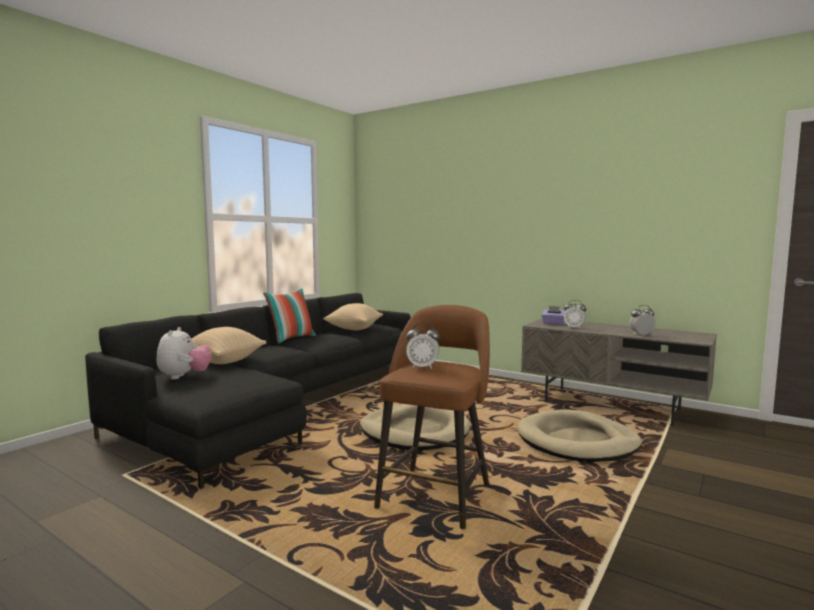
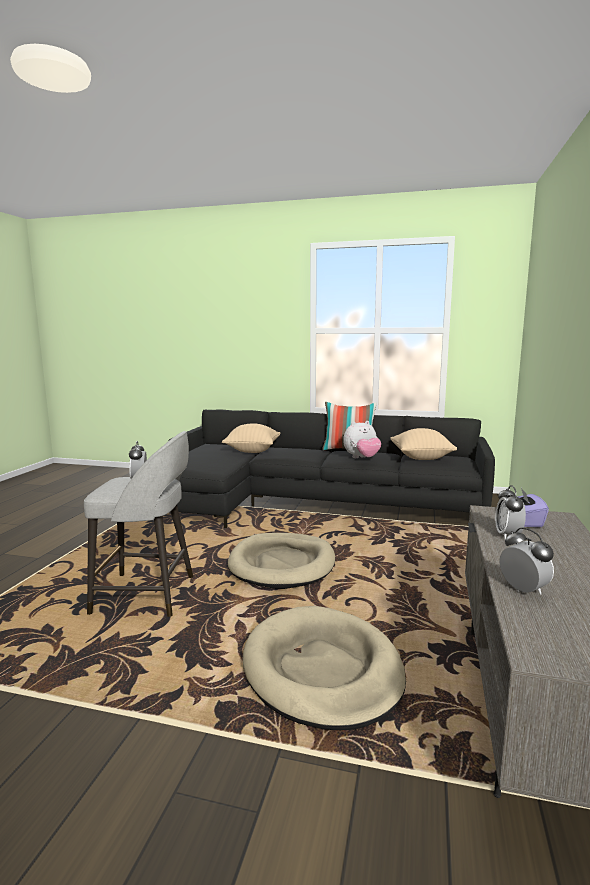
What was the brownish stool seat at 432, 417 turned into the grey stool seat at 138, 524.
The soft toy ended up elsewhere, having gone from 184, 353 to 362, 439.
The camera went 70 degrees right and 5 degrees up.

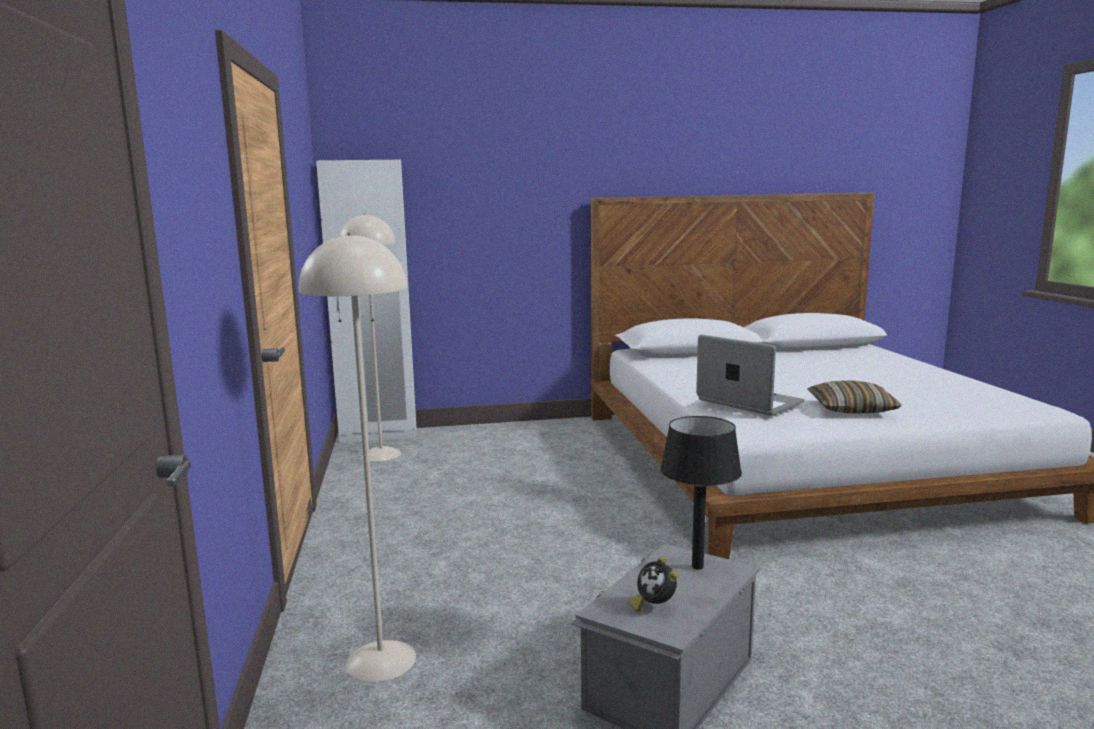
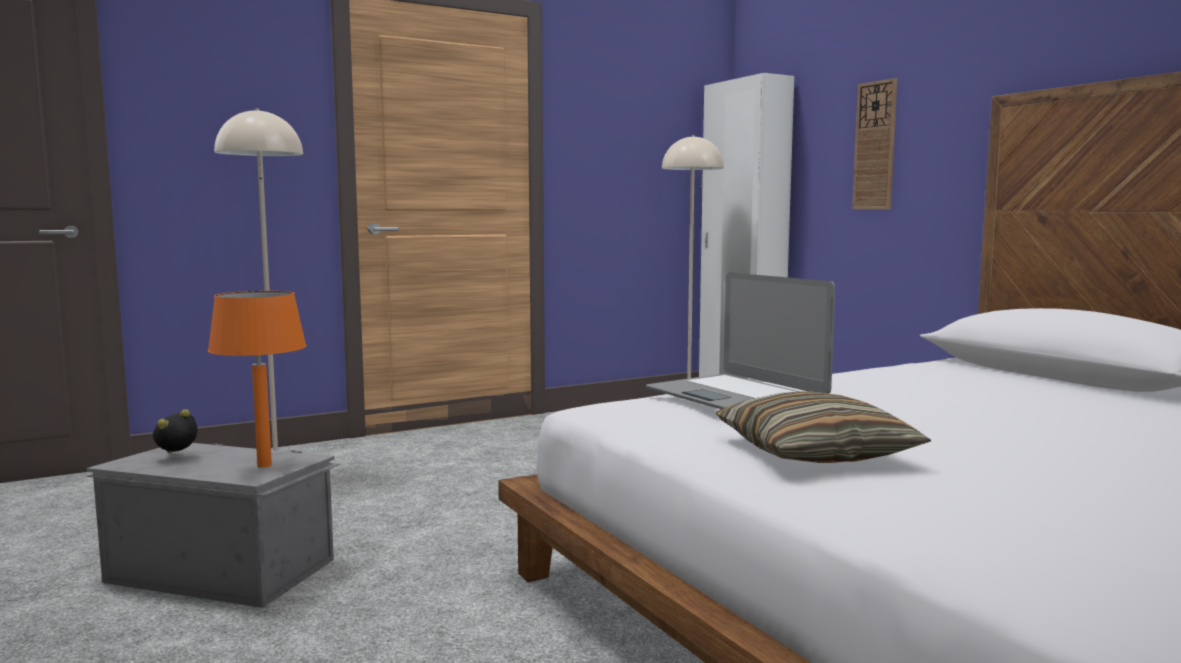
What was the black-coloured table lamp at 701, 492 turned into the orangey table lamp at 257, 379.
The laptop at 750, 375 ended up facing another way, 120 degrees clockwise from before.
The second view gained the wall clock at 874, 143.
The camera went 70 degrees right and 5 degrees down.

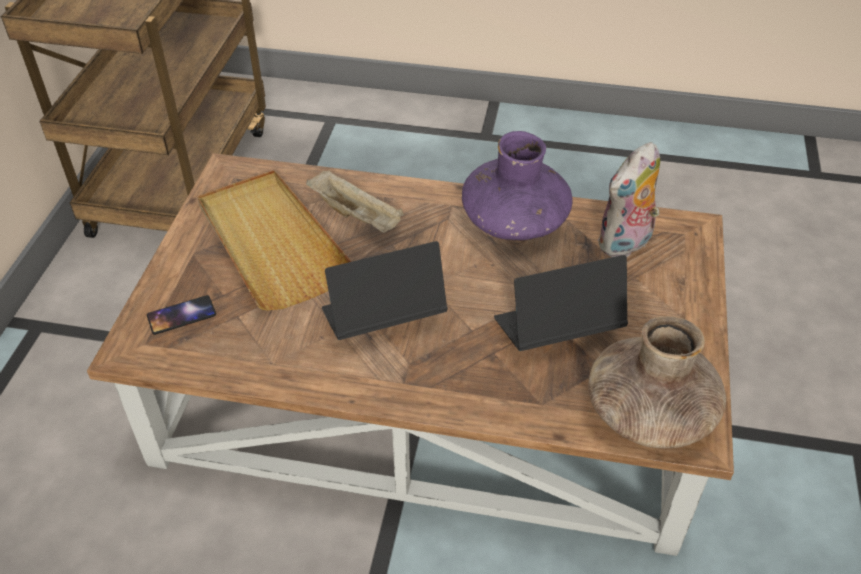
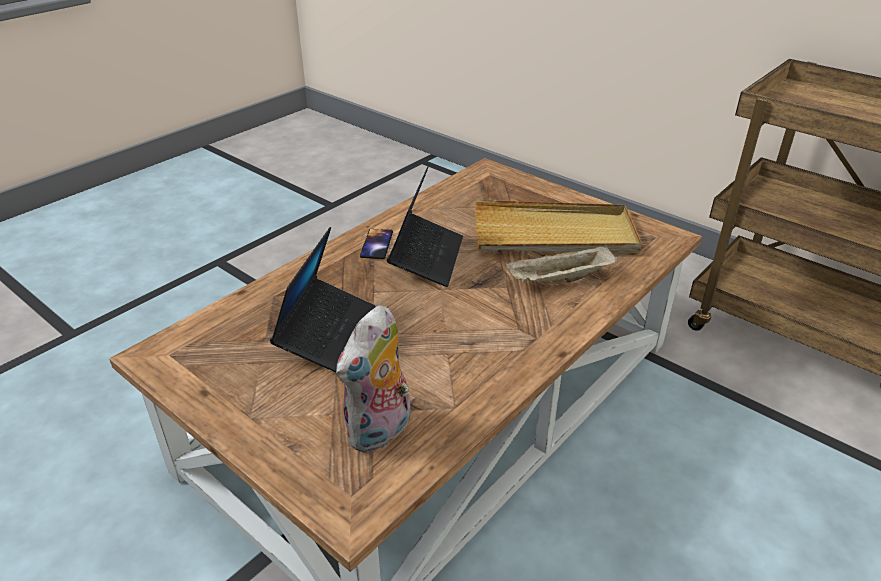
The soft toy at 628, 199 ended up facing another way, 135 degrees counterclockwise from before.
The telephone ended up elsewhere, having gone from 181, 315 to 376, 244.
The second view lost the purplish flower vase at 517, 185.
The second view lost the brownish flower vase at 657, 382.
The camera went 120 degrees right and 10 degrees down.

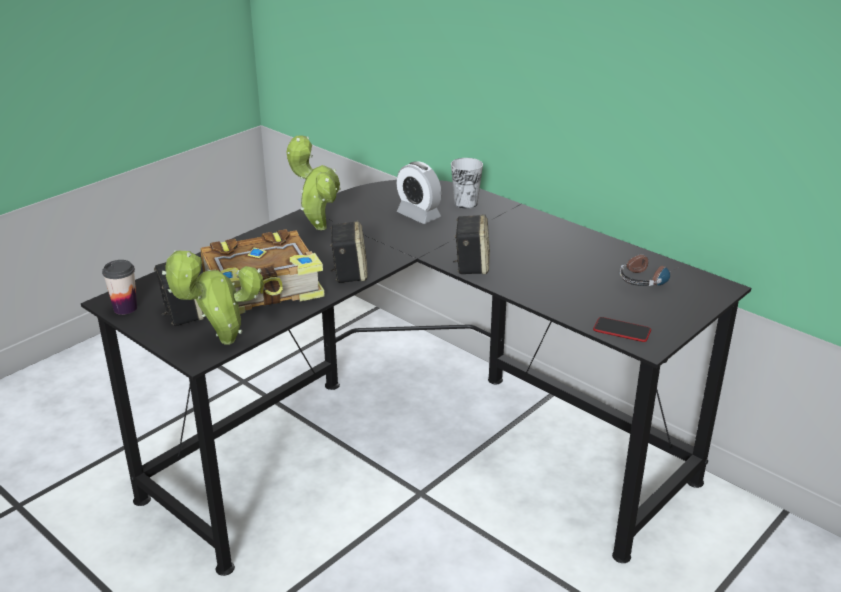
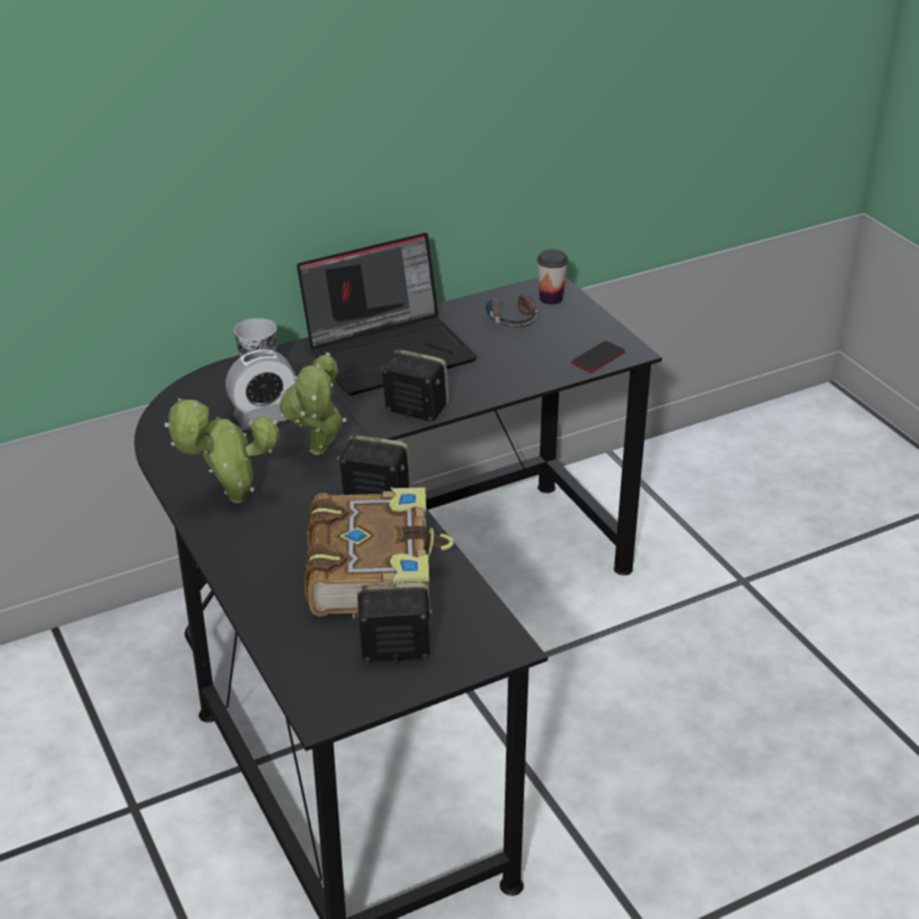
The plant in a pot ended up elsewhere, having gone from 212, 298 to 313, 403.
The second view gained the laptop at 387, 314.
The drinking cup ended up elsewhere, having gone from 119, 287 to 552, 277.
The camera went 70 degrees left and 5 degrees up.

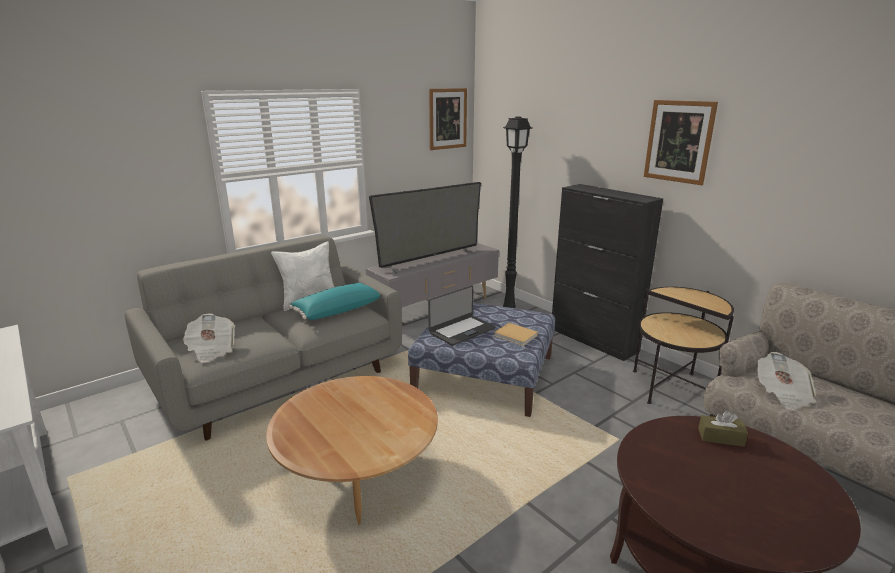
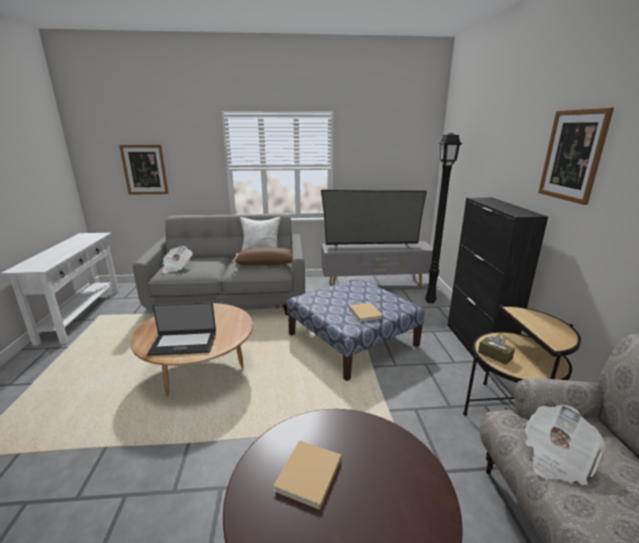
The wall art ended up elsewhere, having gone from 448, 119 to 144, 170.
The laptop ended up elsewhere, having gone from 462, 315 to 181, 329.
What was the blue-green pillow at 334, 301 turned into the brownish pillow at 262, 256.
The second view gained the beige volume at 307, 475.
The brownish box of tissues ended up elsewhere, having gone from 723, 429 to 496, 350.
The camera went 35 degrees right and 0 degrees up.

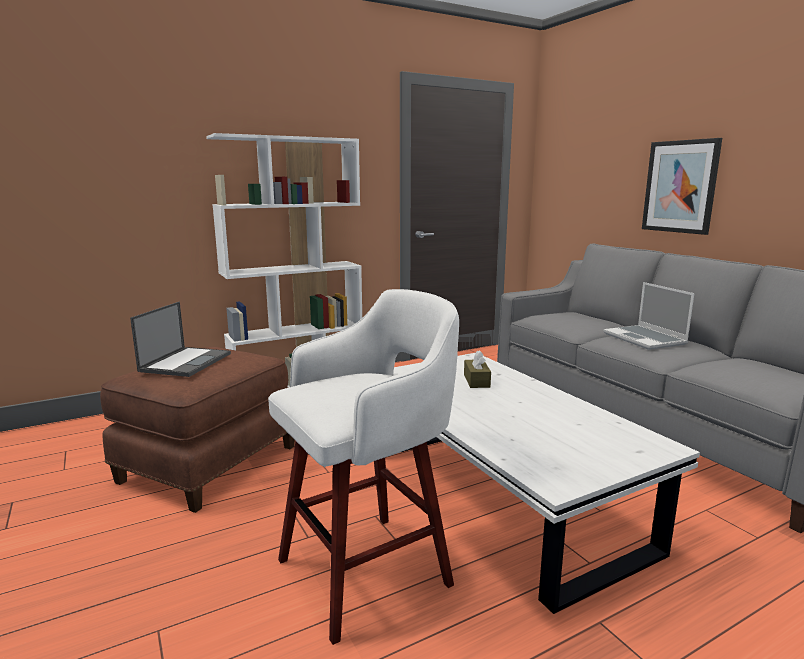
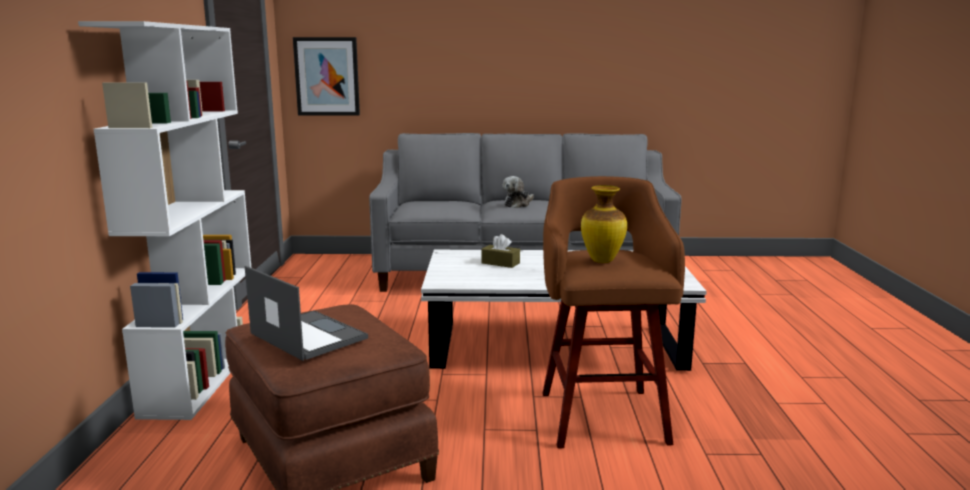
The wall art ended up elsewhere, having gone from 682, 186 to 326, 76.
Where the laptop stood at 649, 316, the soft toy came to stand at 518, 192.
What was the whitish stool seat at 363, 467 turned into the brownish stool seat at 613, 312.
The second view gained the flower vase at 604, 224.
The camera went 60 degrees left and 0 degrees up.

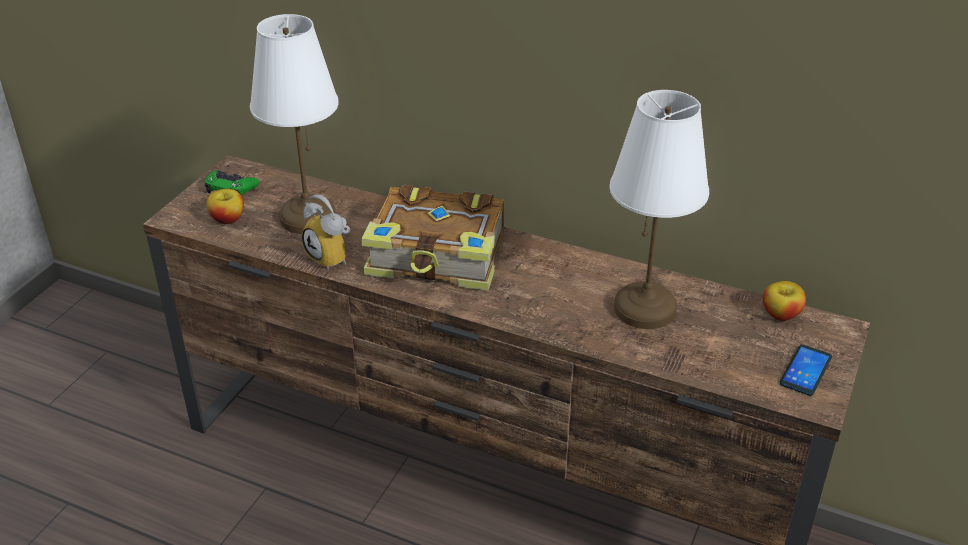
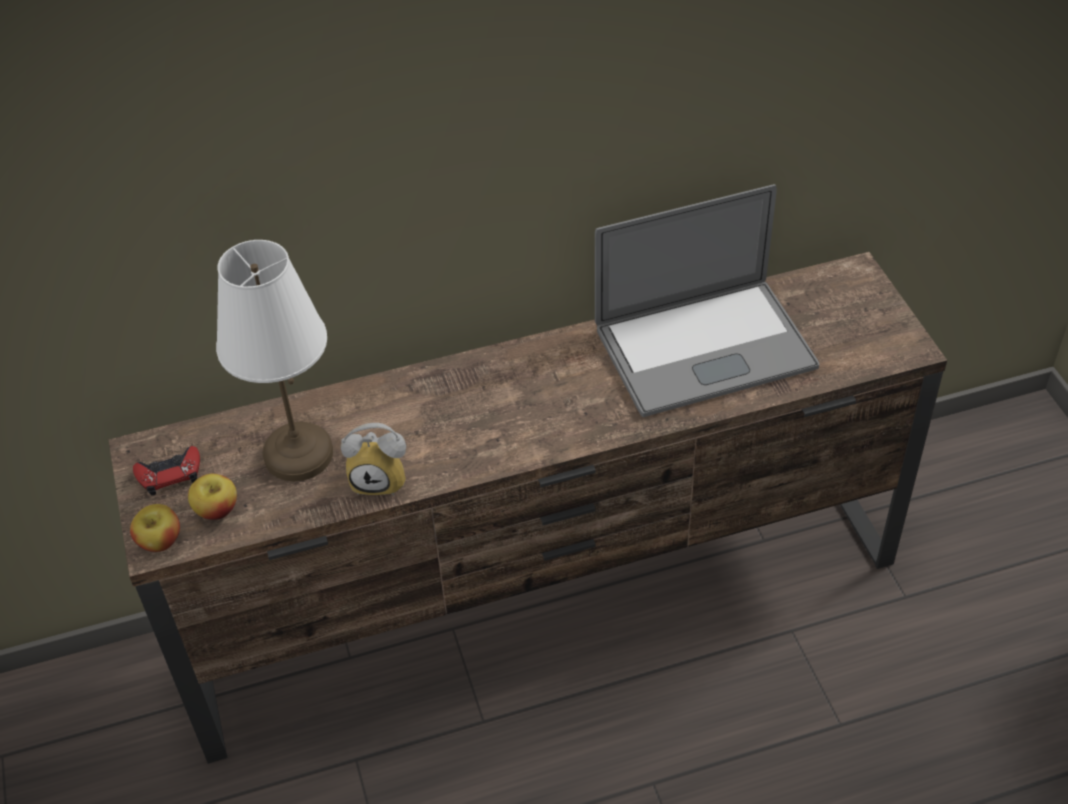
The apple fruit ended up elsewhere, having gone from 784, 301 to 155, 528.
What was the greenish joypad at 232, 183 turned into the red-coloured joypad at 166, 471.
Where the whitish table lamp stood at 659, 209, the laptop came to stand at 707, 300.
The second view lost the volume at 433, 237.
The second view lost the telephone at 806, 370.
The camera went 40 degrees left and 10 degrees up.

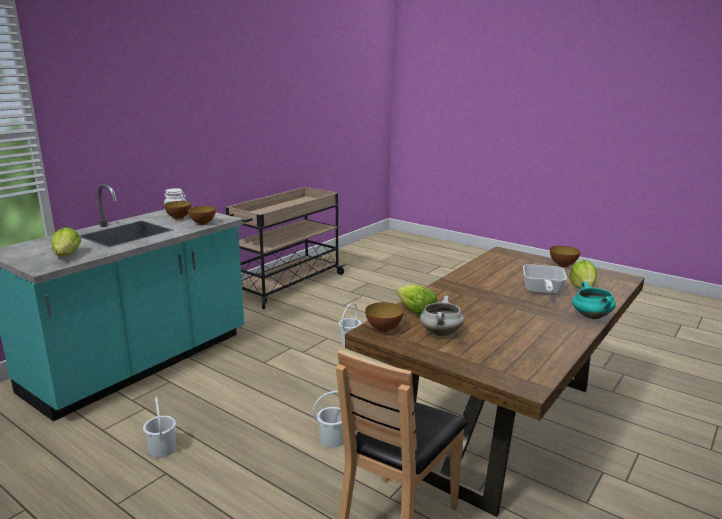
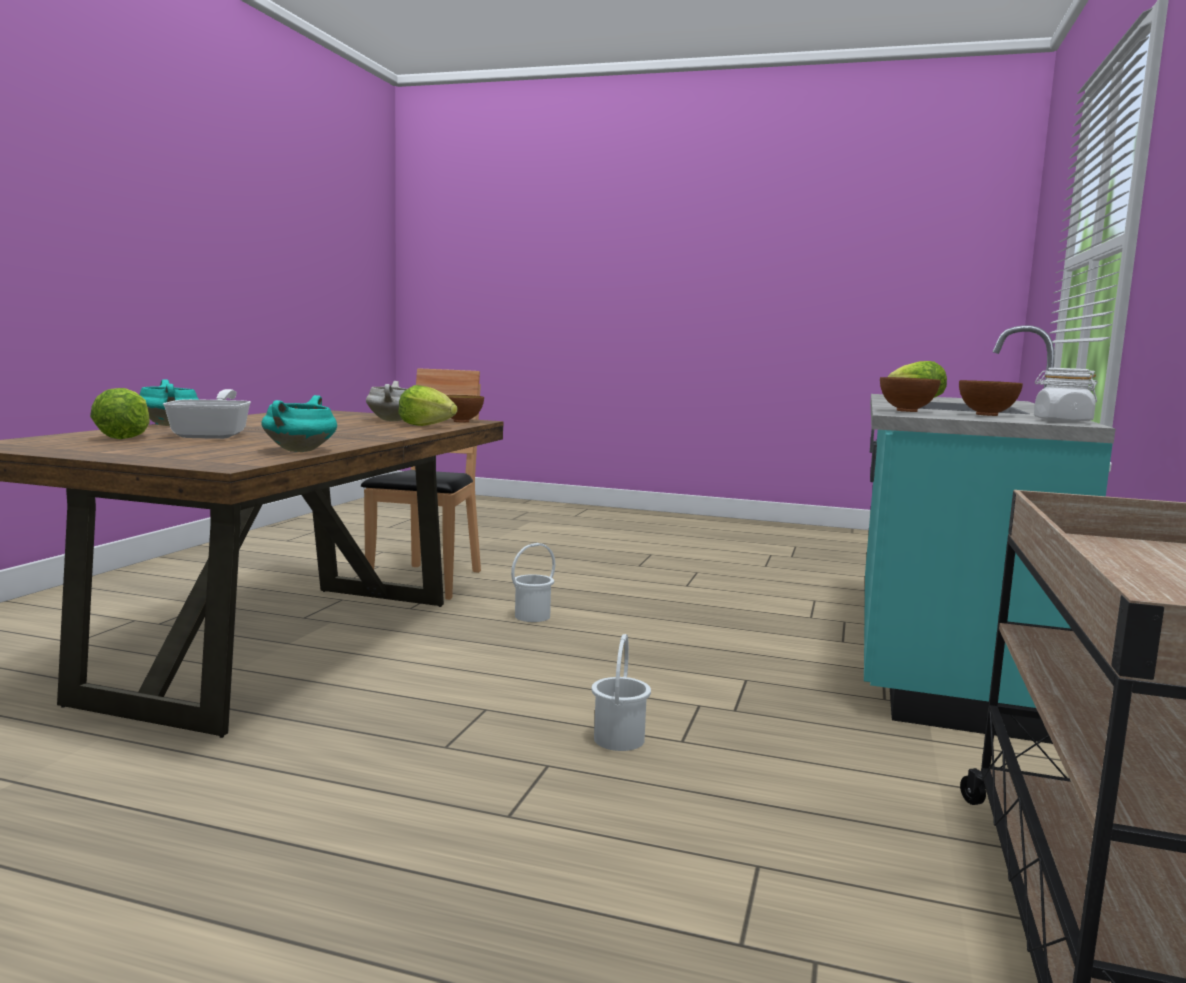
The second view gained the blue-green saucepot at 299, 423.
The second view lost the whitish pail at 160, 427.
The second view lost the serving bowl at 565, 256.
The camera went 160 degrees right and 10 degrees down.

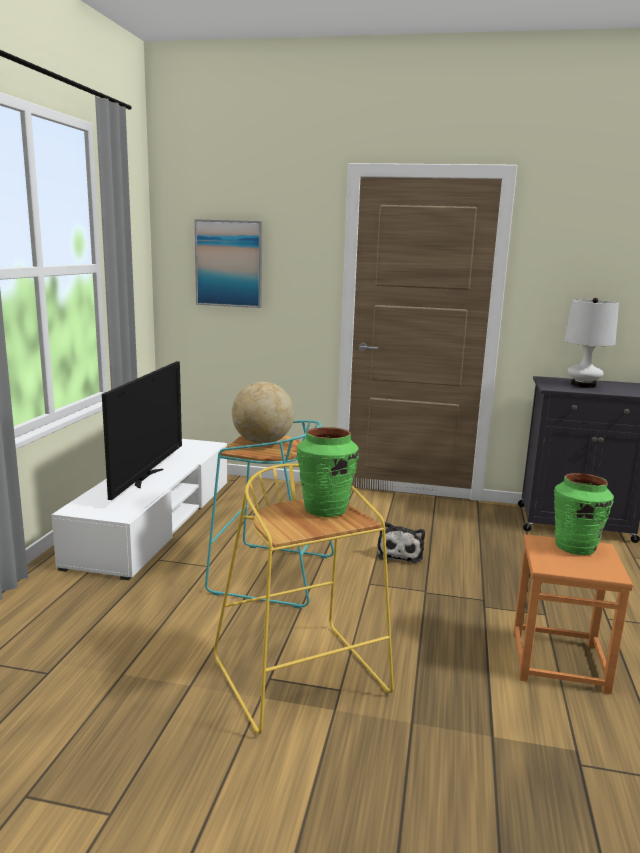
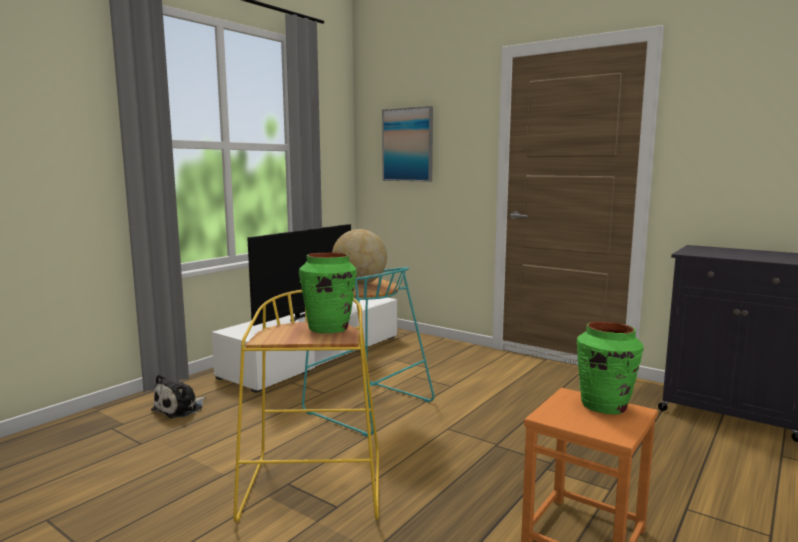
The soft toy ended up elsewhere, having gone from 401, 542 to 178, 396.
The second view lost the whitish table lamp at 591, 343.
The camera went 25 degrees right and 5 degrees down.

